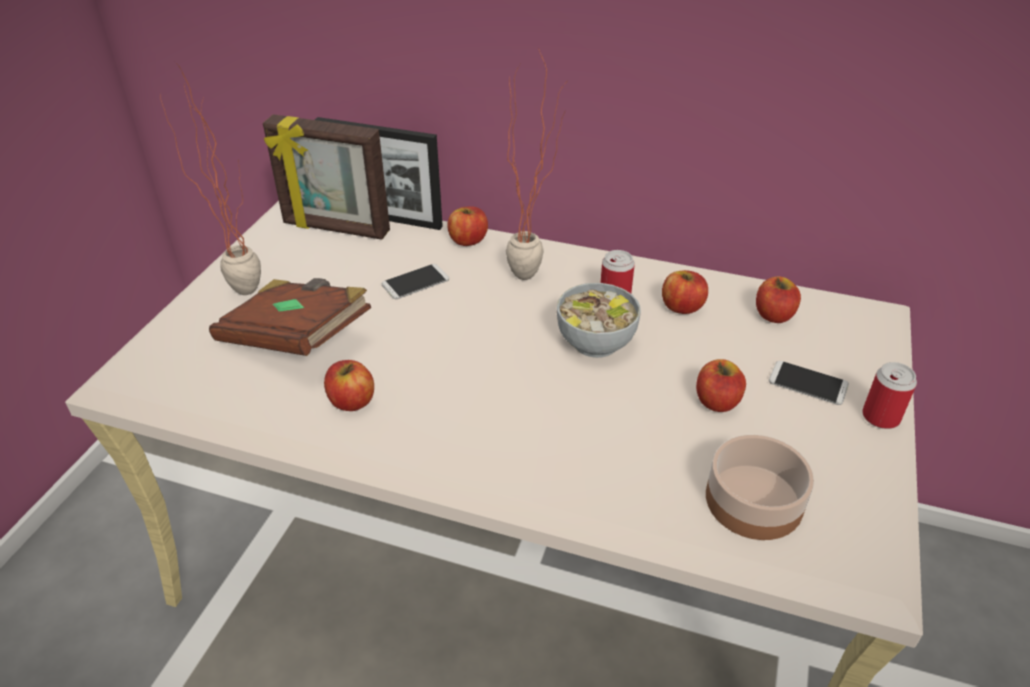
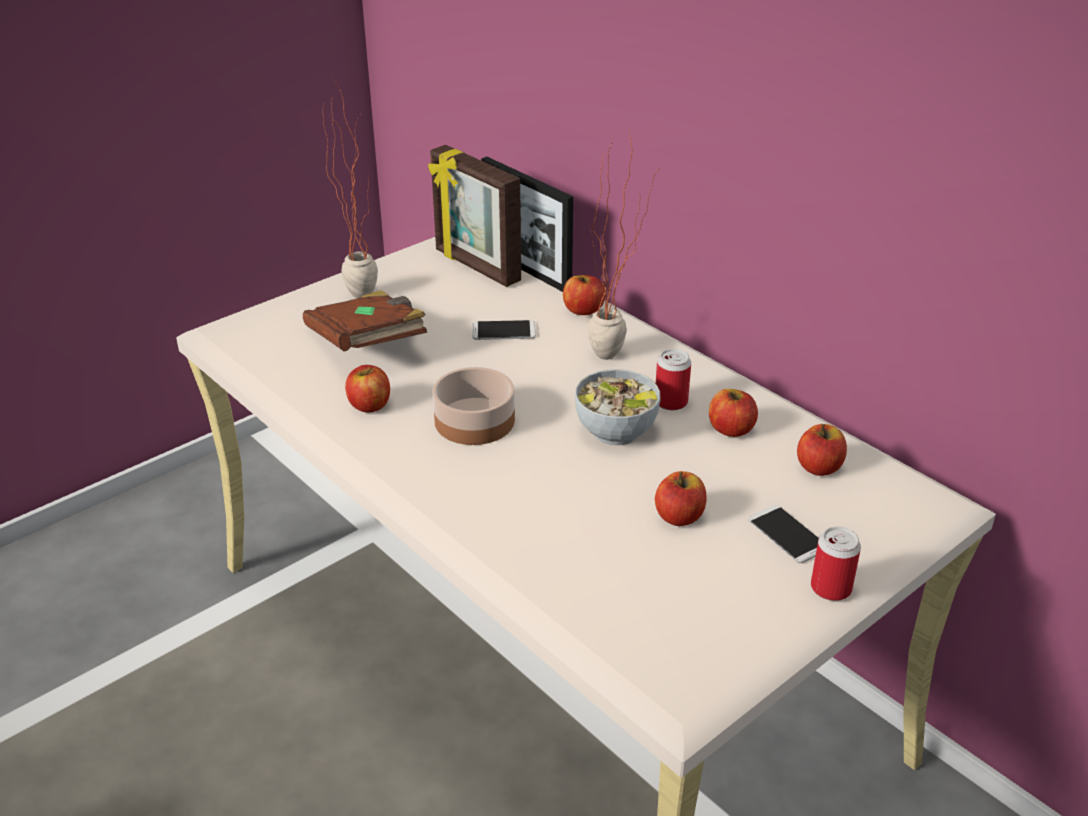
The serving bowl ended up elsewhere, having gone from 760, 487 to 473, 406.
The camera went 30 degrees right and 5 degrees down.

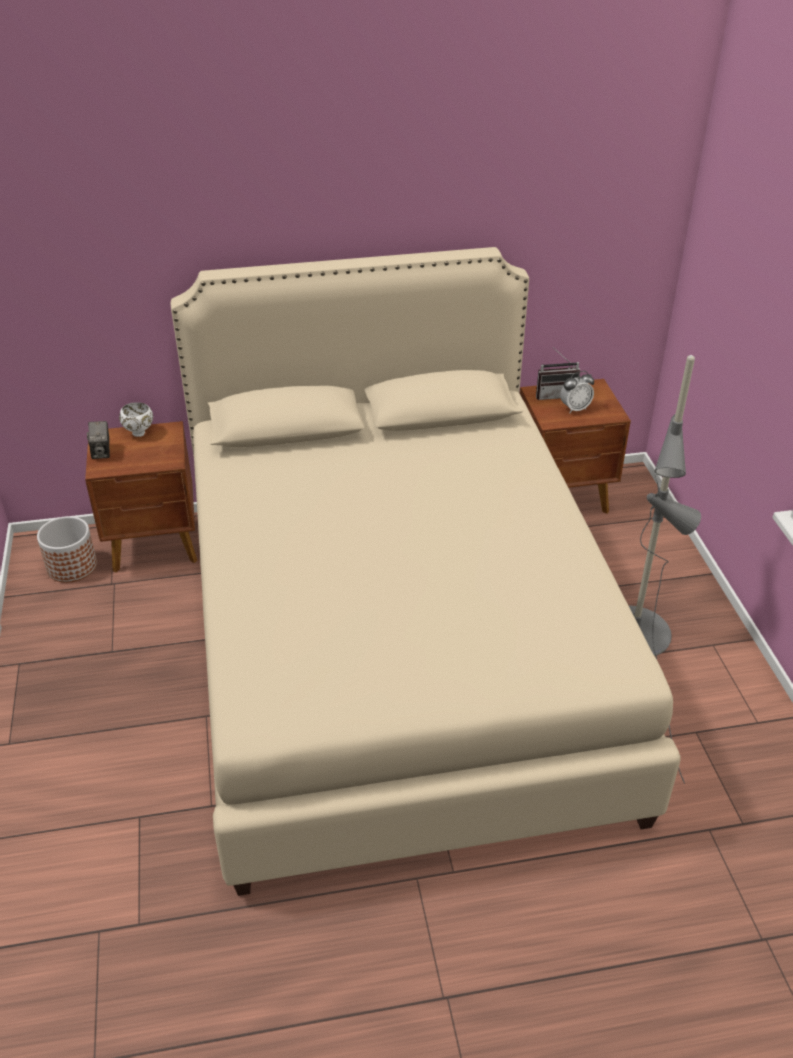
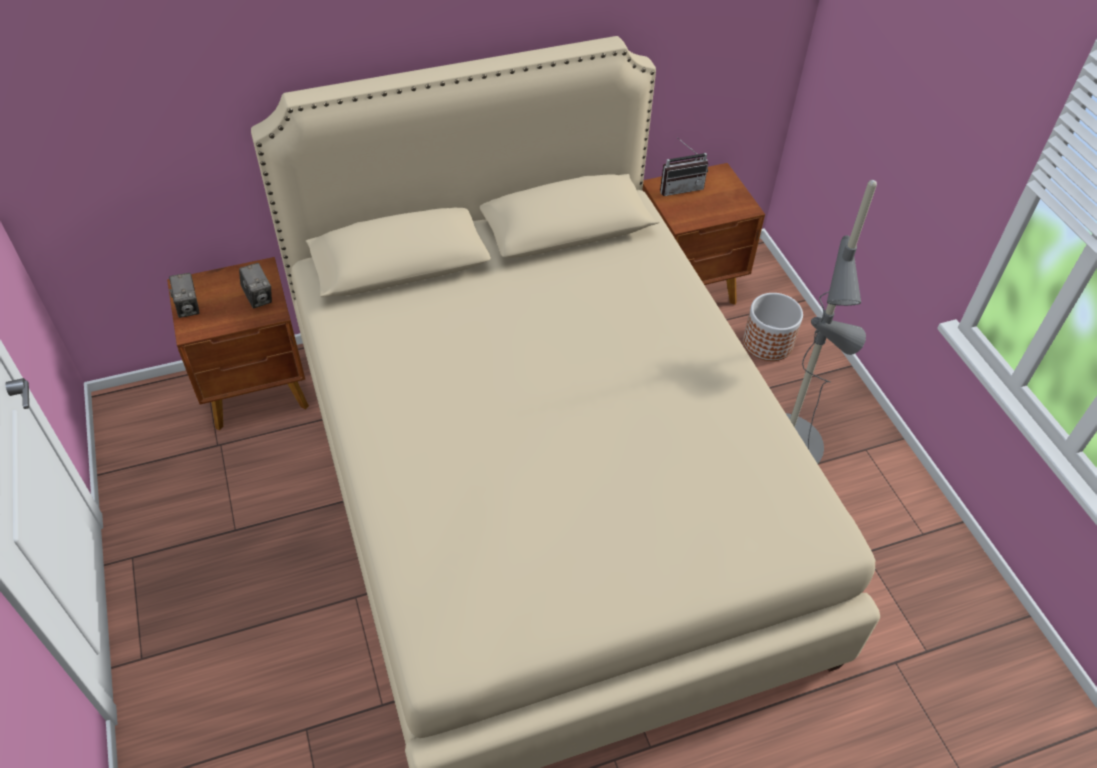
The second view gained the still camera at 255, 285.
The planter ended up elsewhere, having gone from 67, 549 to 773, 327.
The second view lost the whitish serving bowl at 136, 419.
The second view lost the bedside clock at 577, 392.
The camera went 10 degrees left and 10 degrees up.

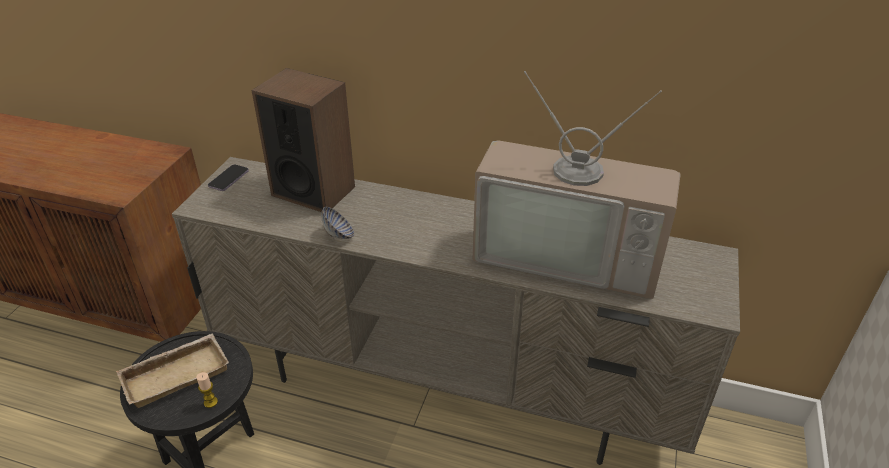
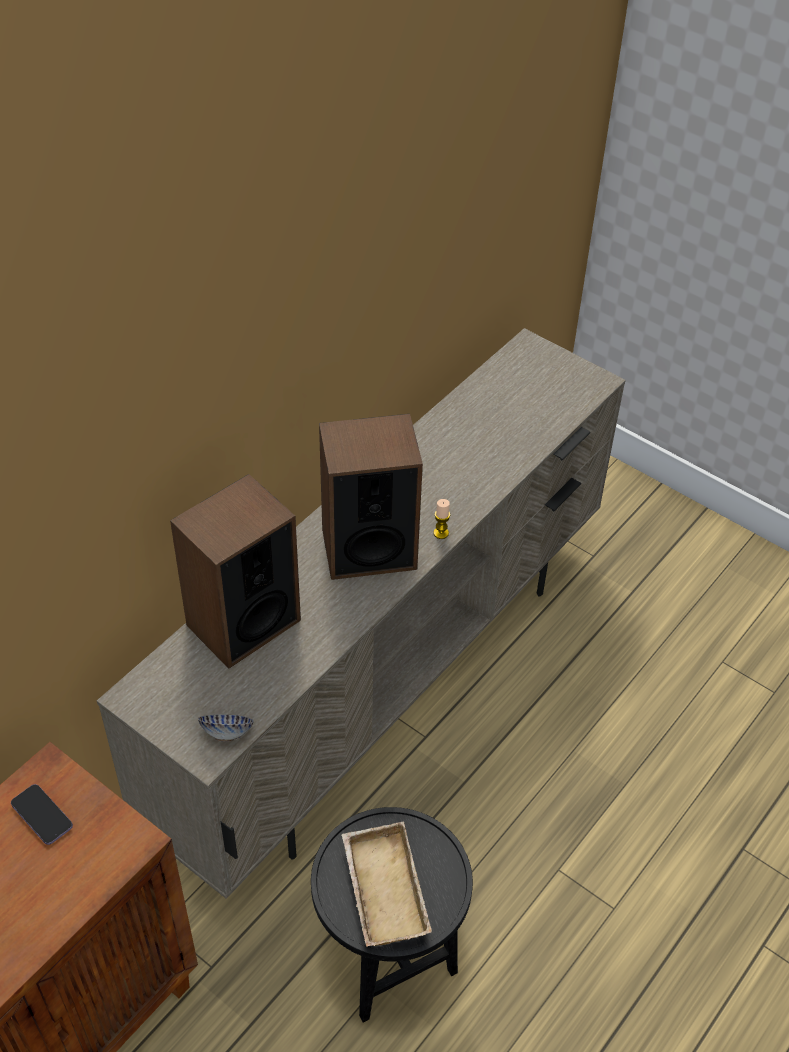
The telephone ended up elsewhere, having gone from 228, 177 to 42, 814.
The serving bowl ended up elsewhere, having gone from 337, 223 to 226, 728.
The second view gained the speaker at 371, 497.
The candle ended up elsewhere, having gone from 207, 390 to 442, 519.
The second view lost the television at 577, 185.
The camera went 70 degrees left and 10 degrees up.

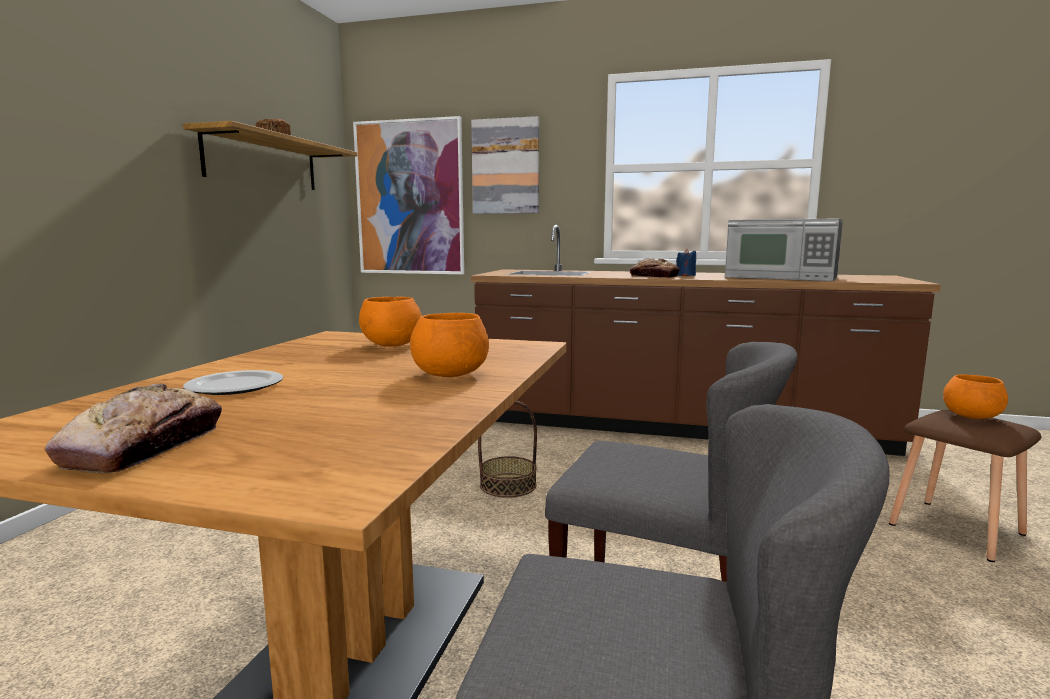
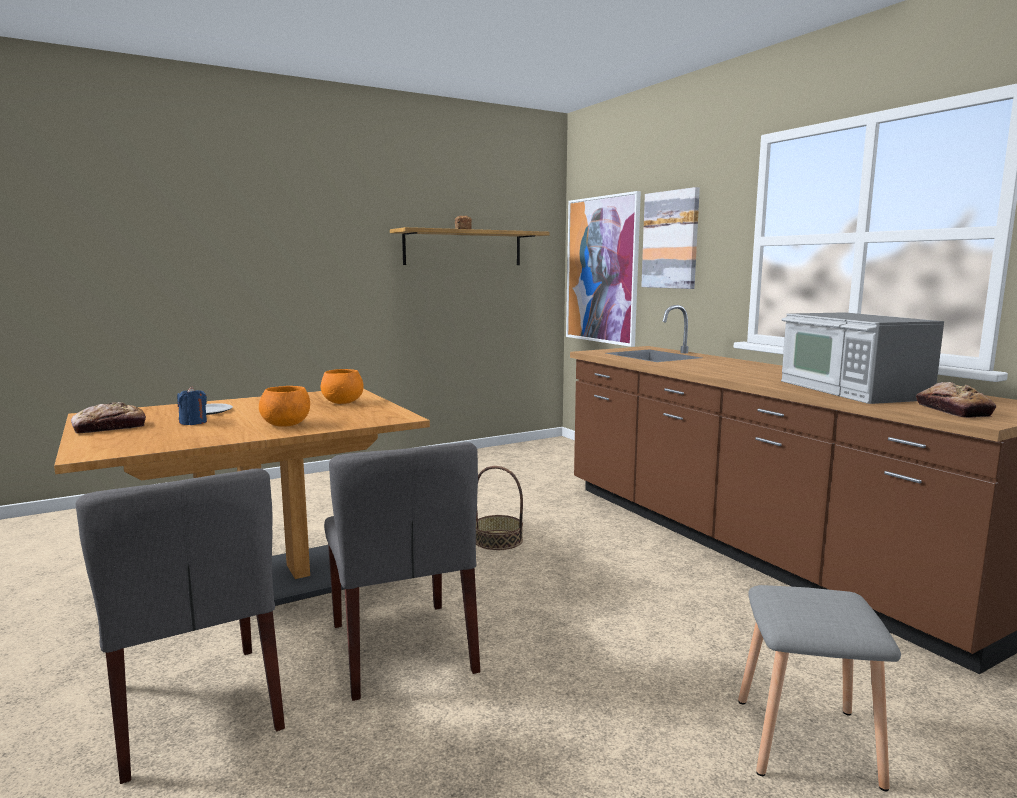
The bluish candle ended up elsewhere, having gone from 686, 262 to 192, 406.
What was the brownish stool seat at 965, 486 turned into the grey stool seat at 819, 688.
The bakery bread ended up elsewhere, having gone from 655, 268 to 956, 400.
The second view lost the orangey serving bowl at 975, 396.
The camera went 45 degrees right and 0 degrees up.

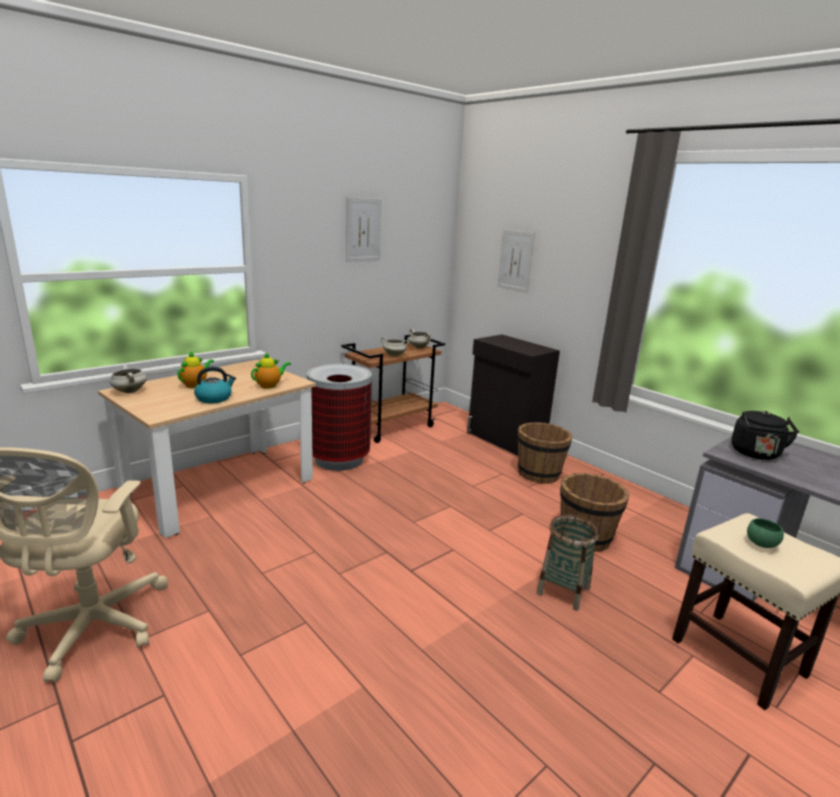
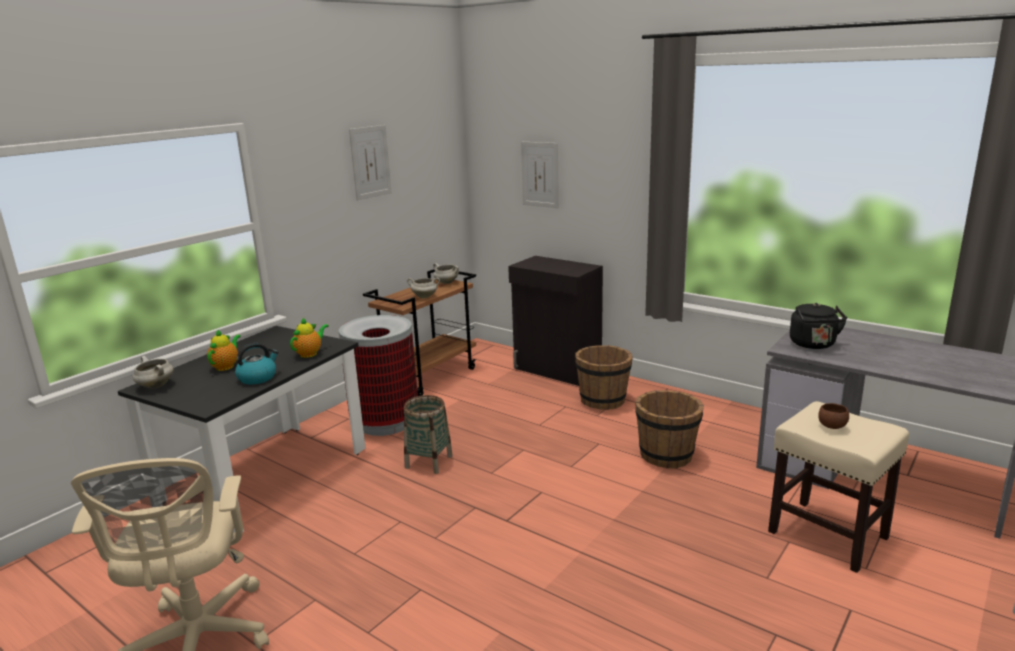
What was the beige kitchen table at 207, 449 turned into the black-coloured kitchen table at 242, 429.
The household basket ended up elsewhere, having gone from 568, 563 to 428, 434.
What was the greenish serving bowl at 765, 533 turned into the brownish serving bowl at 833, 416.
The camera went 10 degrees left and 0 degrees up.

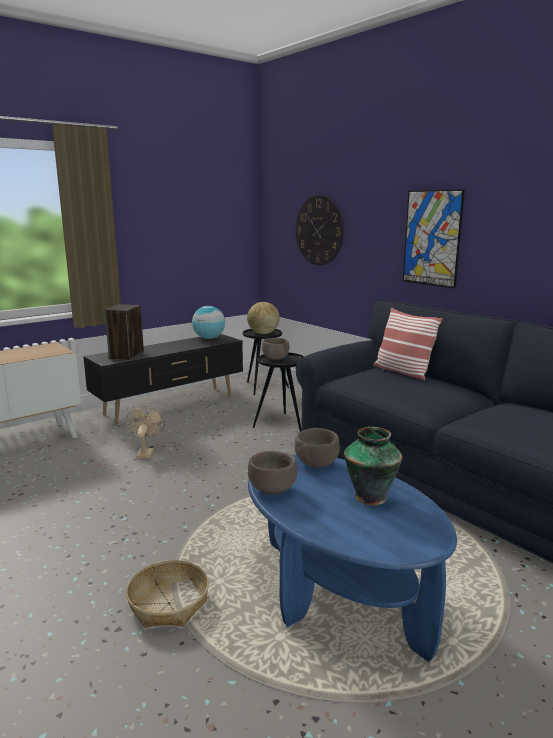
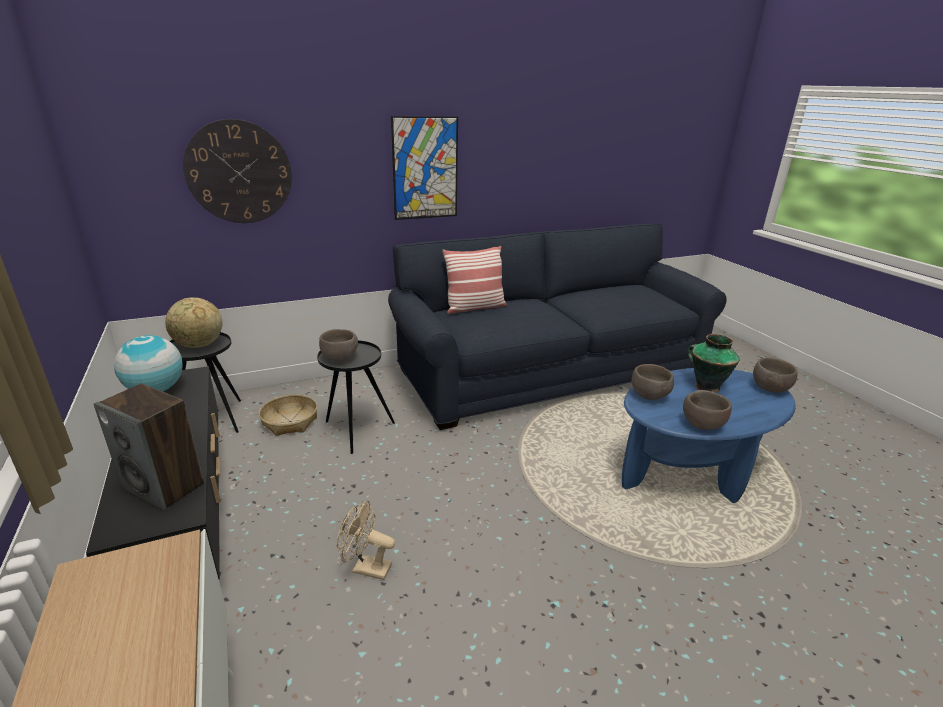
The household basket ended up elsewhere, having gone from 167, 594 to 288, 415.
The second view gained the brownish serving bowl at 775, 375.
The camera went 75 degrees left and 10 degrees up.

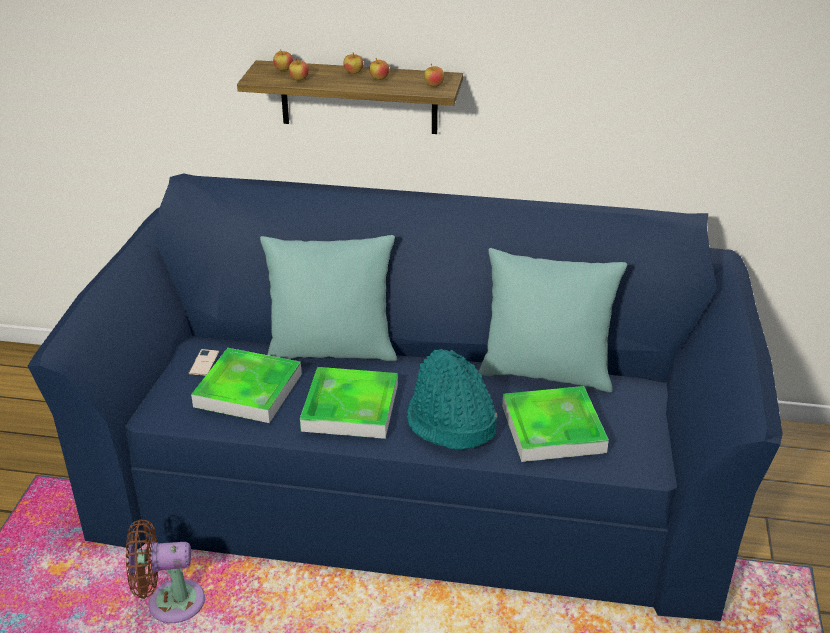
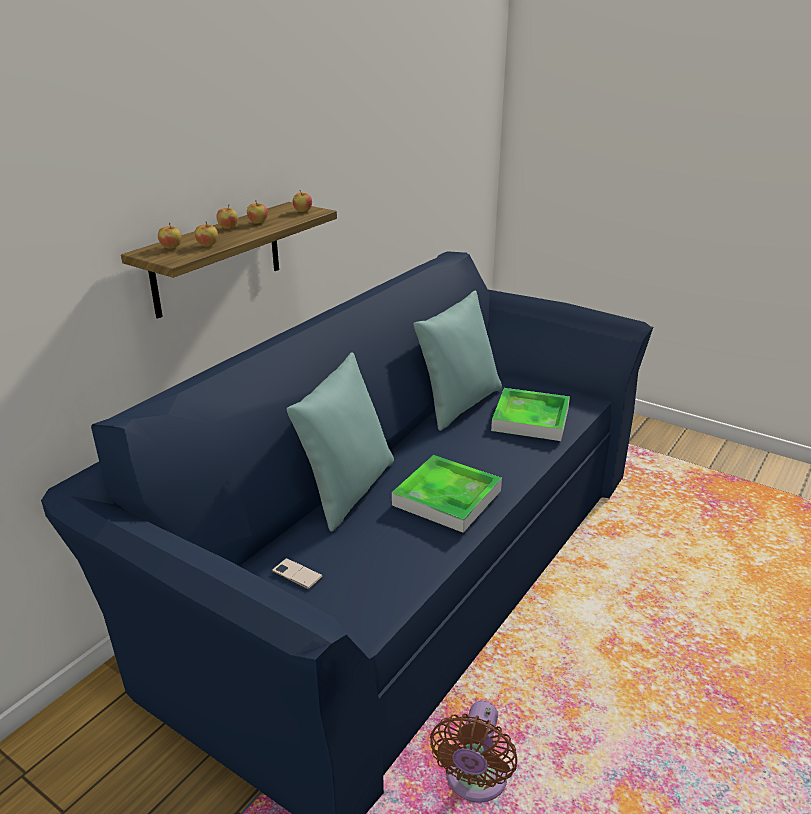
The second view lost the serving tray at 246, 385.
The second view lost the blue-green wearable hat at 452, 399.
The camera went 65 degrees left and 5 degrees down.

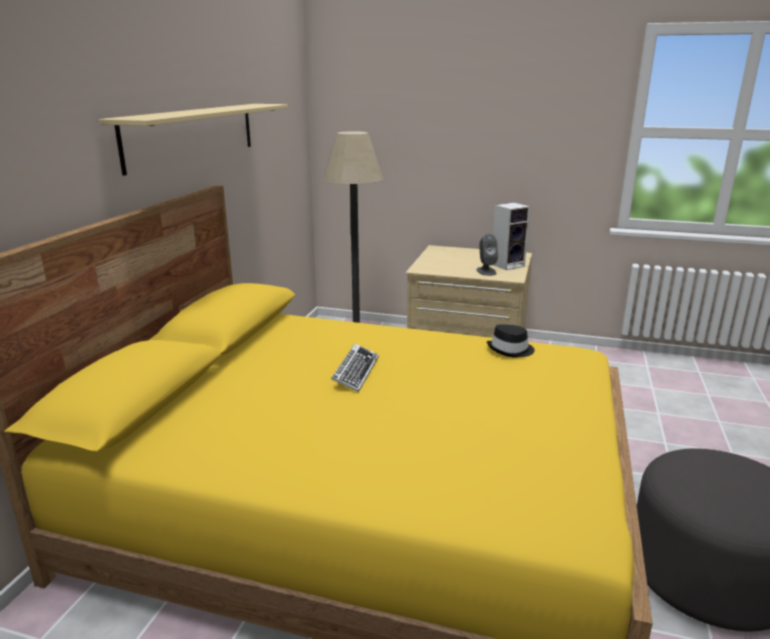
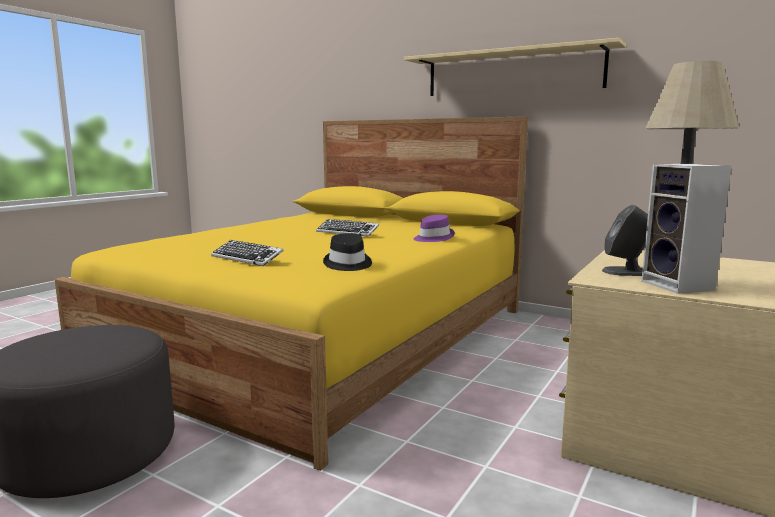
The second view gained the keyboard at 247, 253.
The second view gained the purplish wearable hat at 434, 228.
The camera went 105 degrees right and 10 degrees down.

